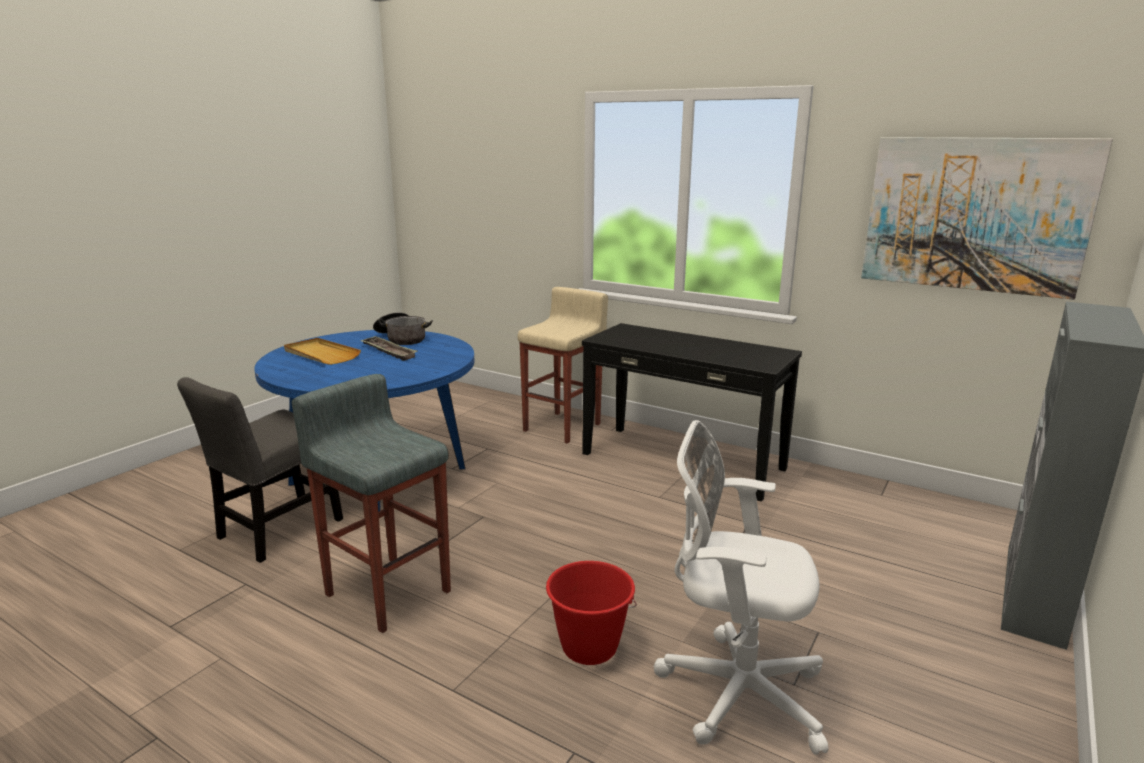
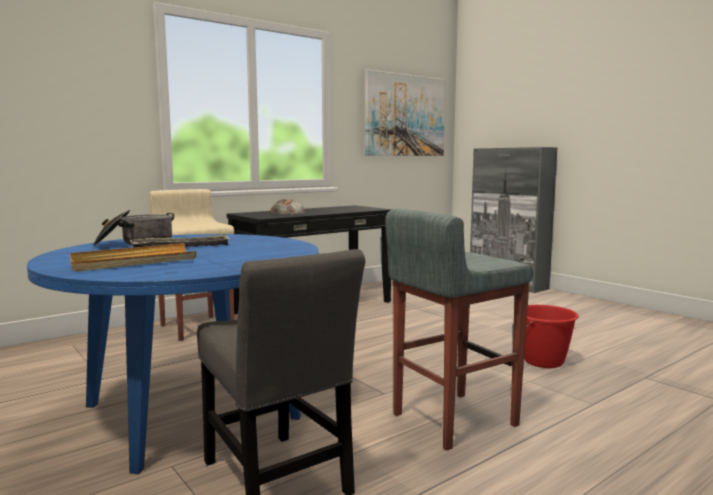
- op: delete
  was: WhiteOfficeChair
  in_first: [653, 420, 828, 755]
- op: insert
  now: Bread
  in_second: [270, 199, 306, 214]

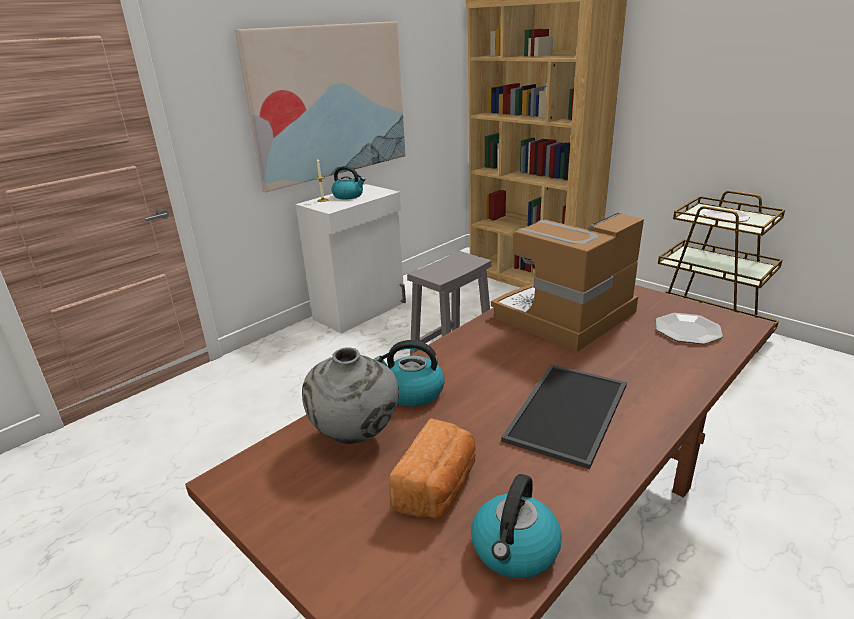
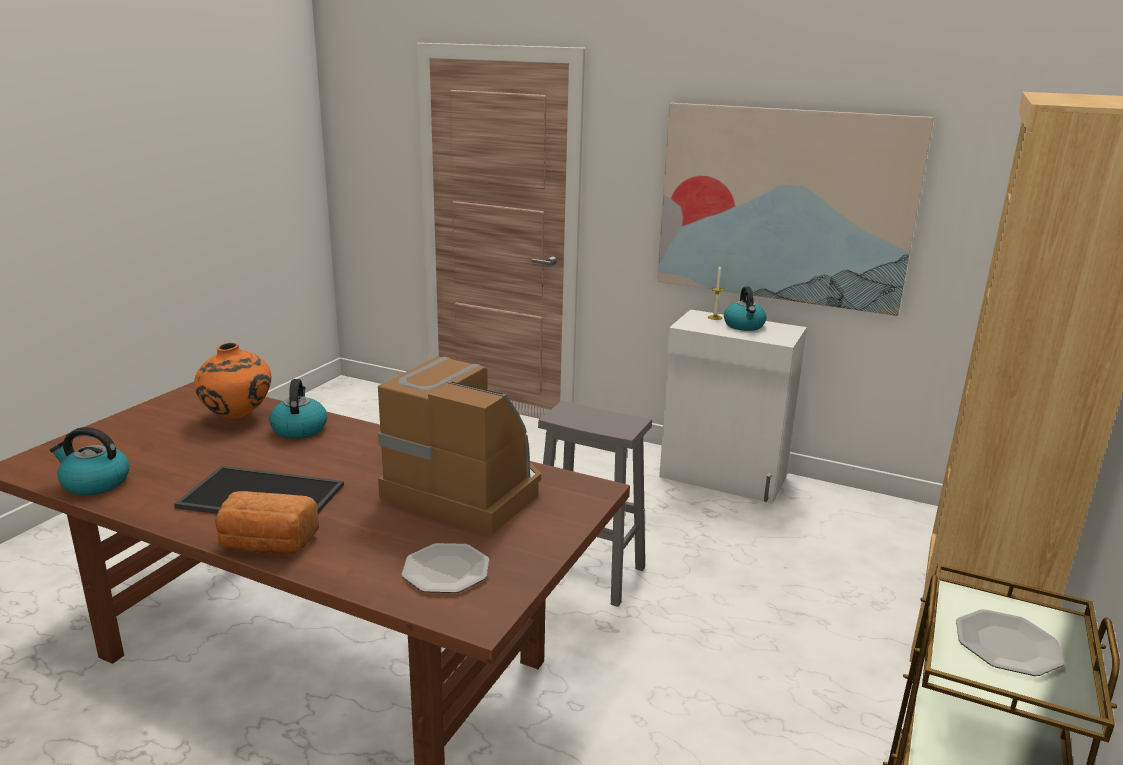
- op: recolor
  was: GreyVase
  now: OrangeVase
  in_first: [302, 347, 399, 444]
  in_second: [194, 343, 272, 419]
- op: move
  was: Bread
  in_first: [389, 418, 476, 519]
  in_second: [215, 491, 319, 554]

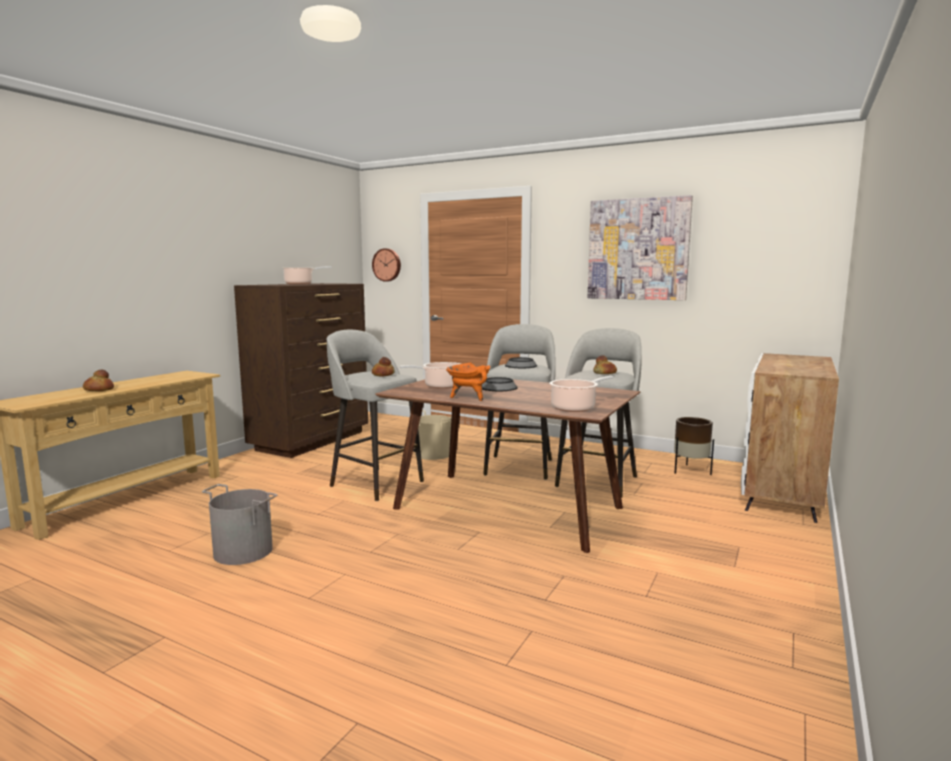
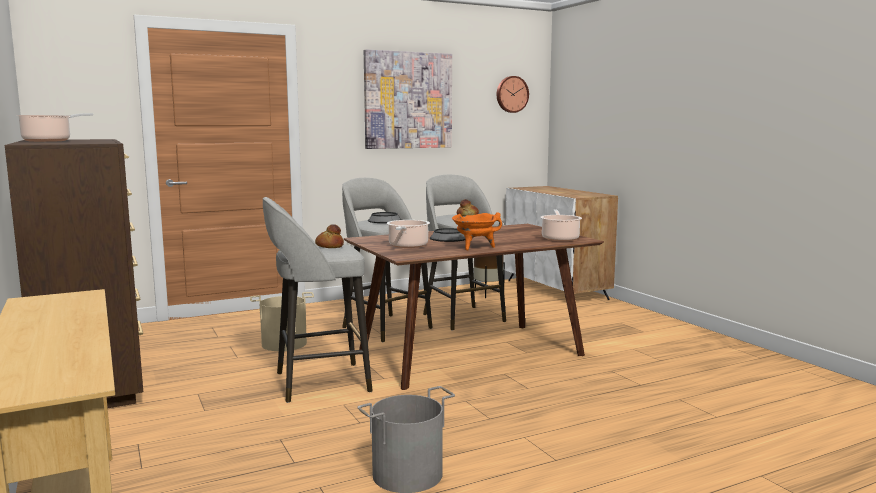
- op: move
  was: WallClock
  in_first: [372, 248, 401, 282]
  in_second: [497, 76, 529, 113]
- op: delete
  was: Bread
  in_first: [83, 370, 114, 391]

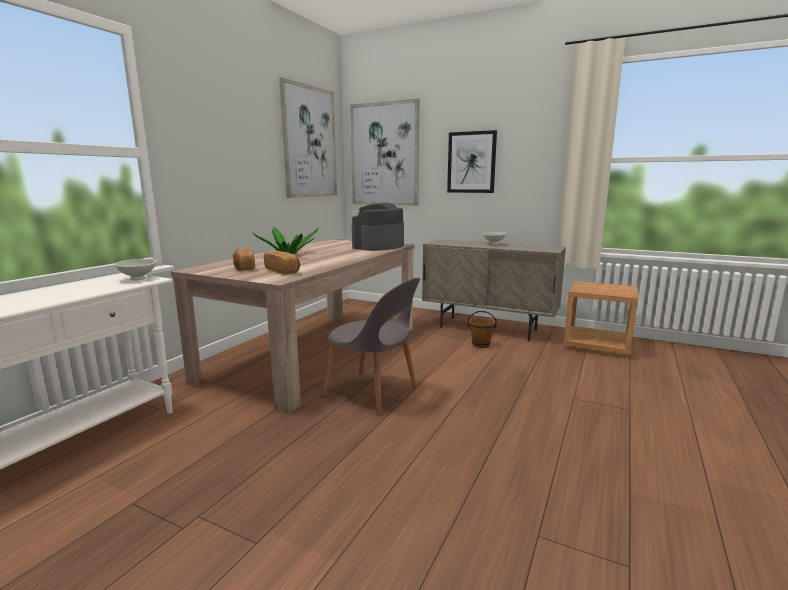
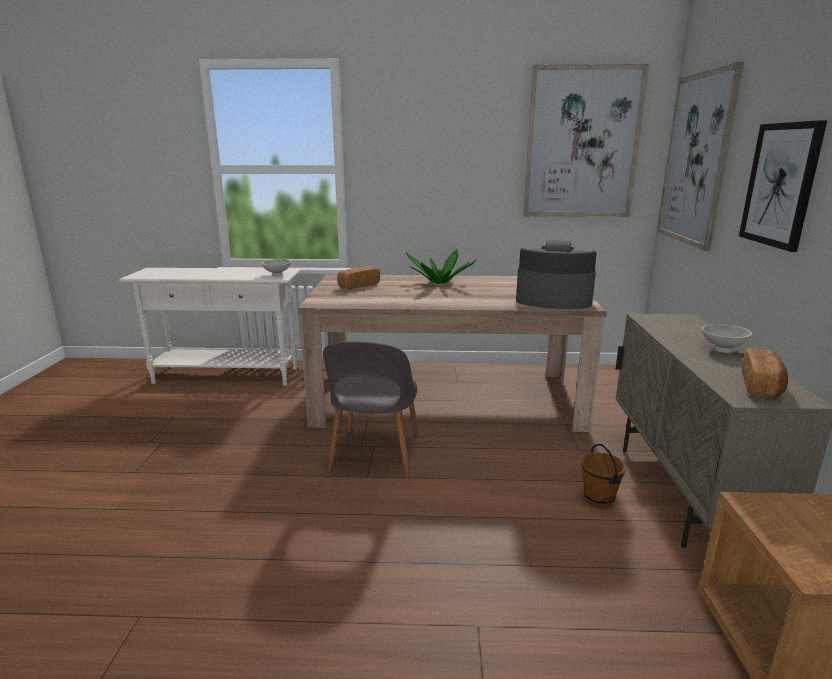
- op: move
  was: Bread
  in_first: [264, 251, 300, 275]
  in_second: [742, 348, 788, 399]

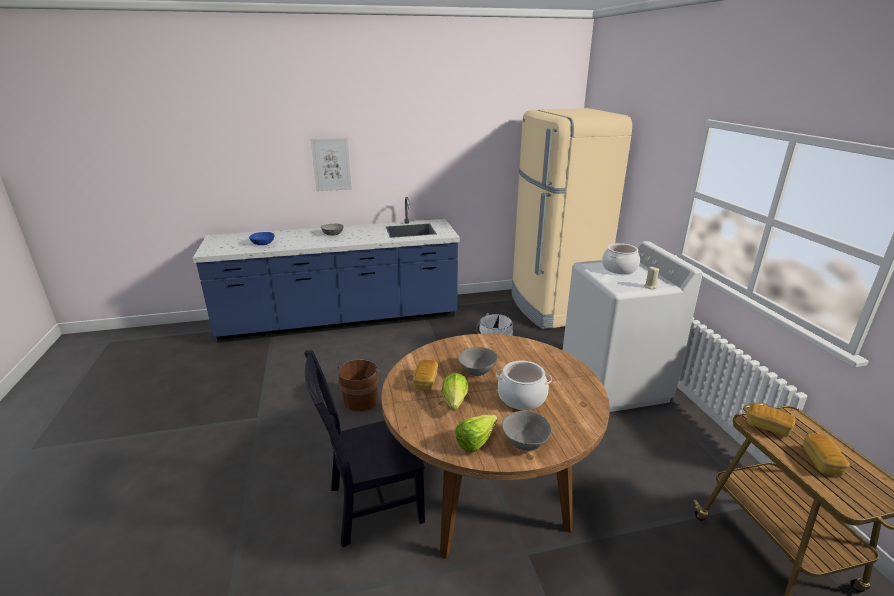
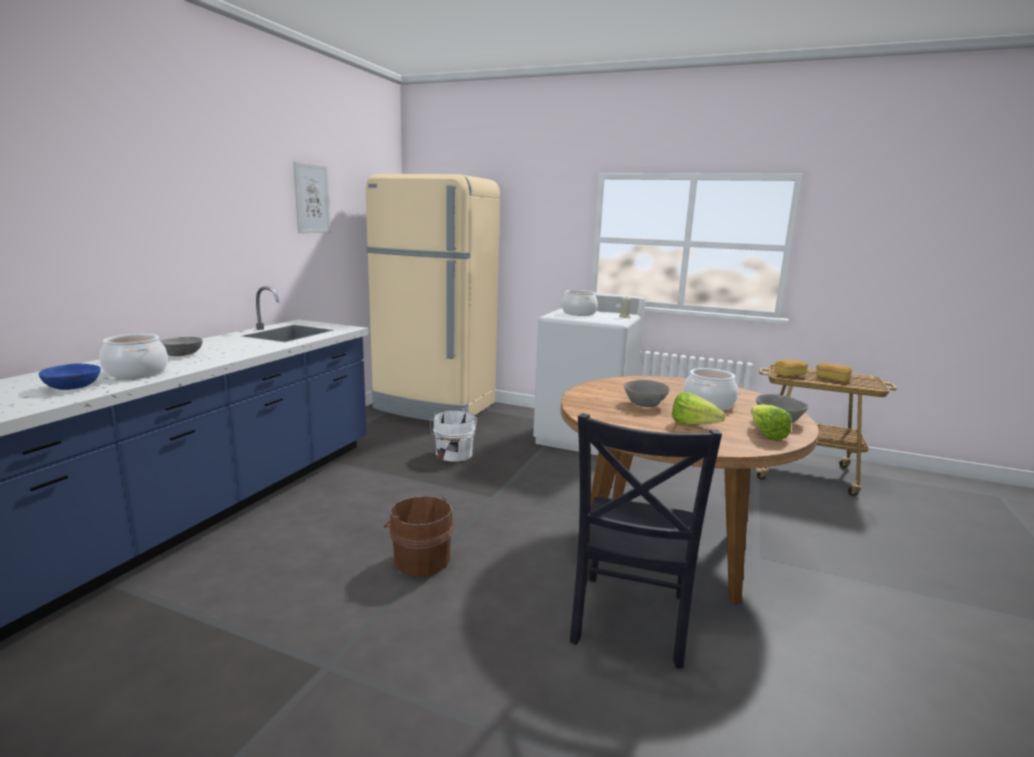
- op: move
  was: Picture
  in_first: [311, 138, 352, 191]
  in_second: [293, 161, 331, 233]
- op: delete
  was: Bread
  in_first: [413, 360, 438, 391]
- op: insert
  now: CookingPot
  in_second: [99, 334, 168, 378]

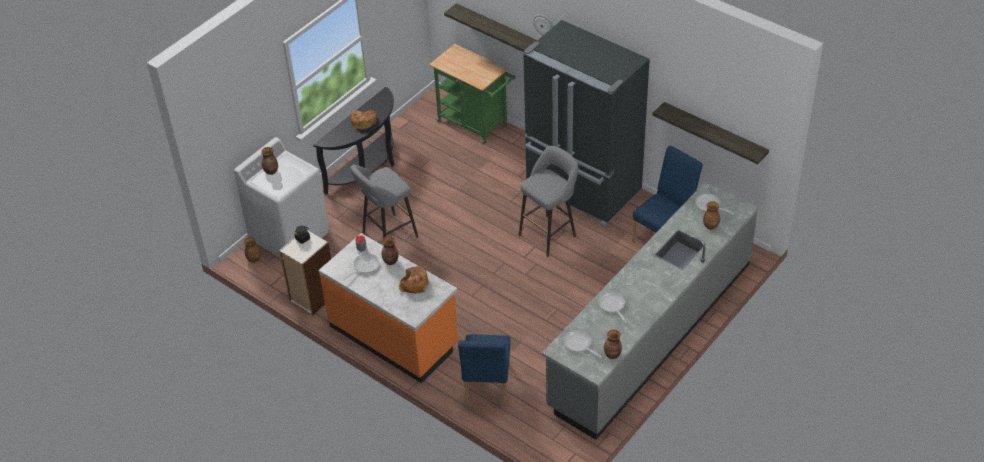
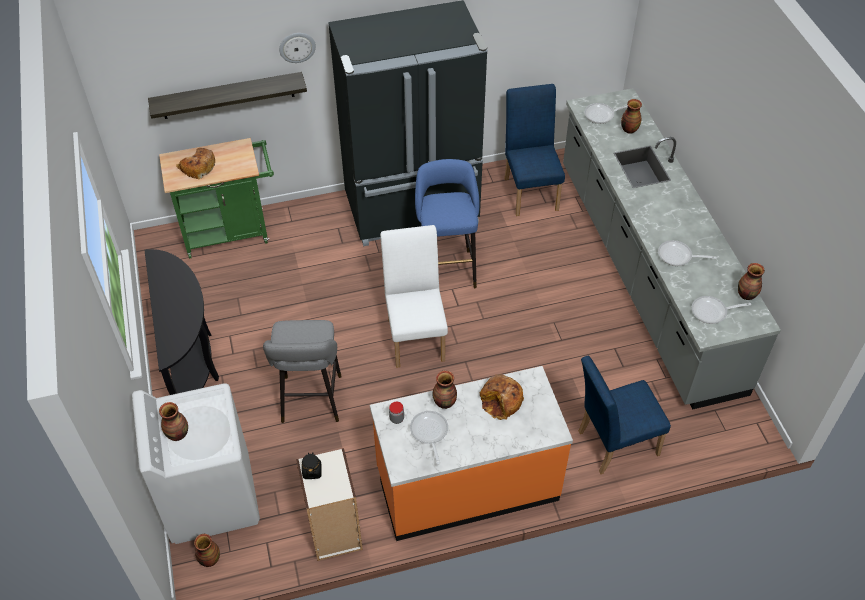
- op: delete
  was: Shelf
  in_first: [653, 102, 769, 164]
- op: move
  was: Bread
  in_first: [351, 110, 377, 129]
  in_second: [176, 148, 215, 179]
- op: recolor
  was: GreyStool
  now: BlueStool
  in_first: [519, 146, 579, 257]
  in_second: [415, 159, 479, 288]
- op: rotate
  was: BlueChair
  in_first: [458, 334, 510, 404]
  in_second: [579, 356, 671, 474]
  clockwise: 120
- op: insert
  now: WhiteChair
  in_second: [380, 225, 448, 368]

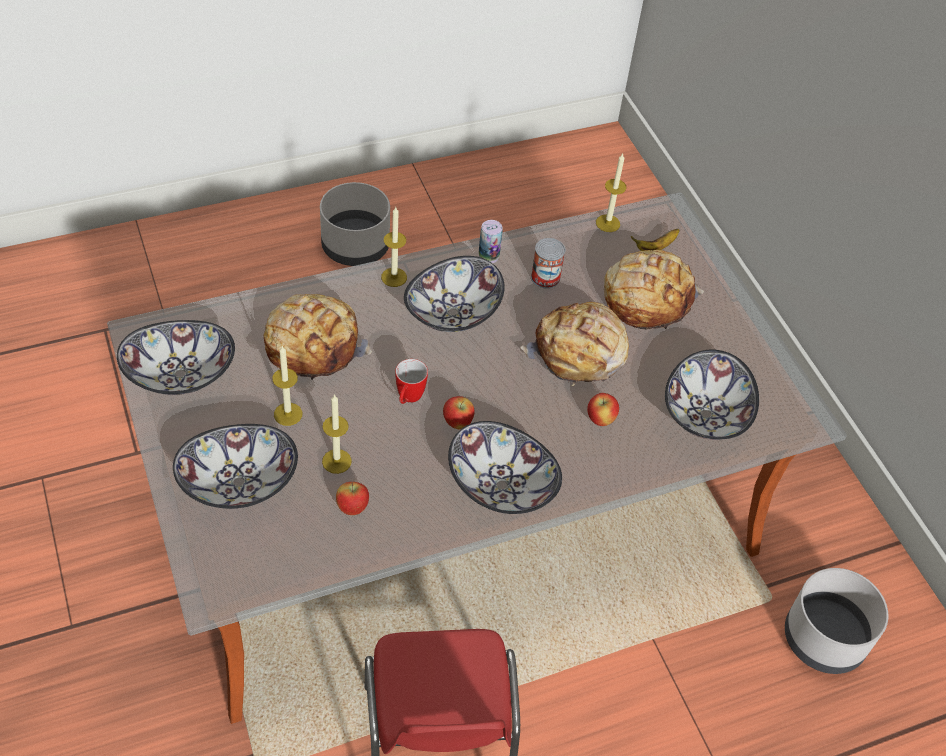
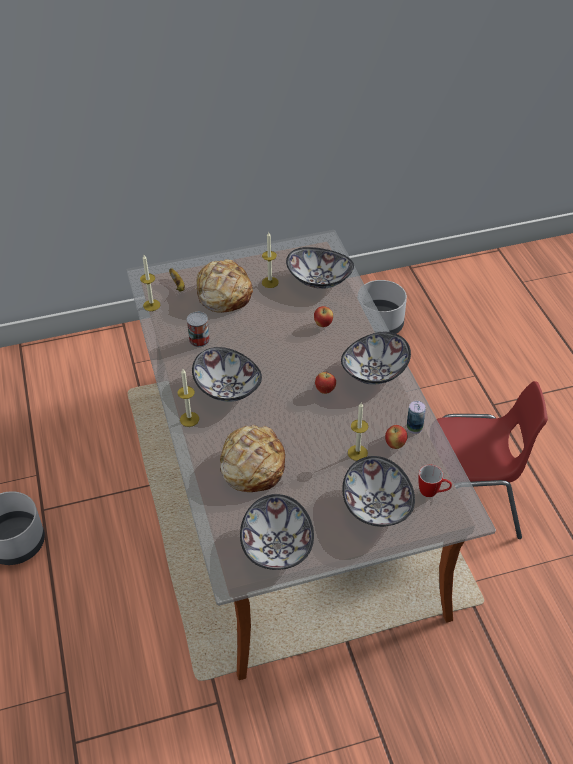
- op: move
  was: Can
  in_first: [479, 220, 503, 263]
  in_second: [407, 401, 426, 434]
- op: delete
  was: Bread
  in_first: [520, 302, 629, 386]
- op: move
  was: Candle
  in_first: [272, 346, 302, 426]
  in_second: [262, 231, 279, 288]
- op: move
  was: Mug
  in_first: [395, 359, 428, 404]
  in_second: [419, 465, 452, 497]

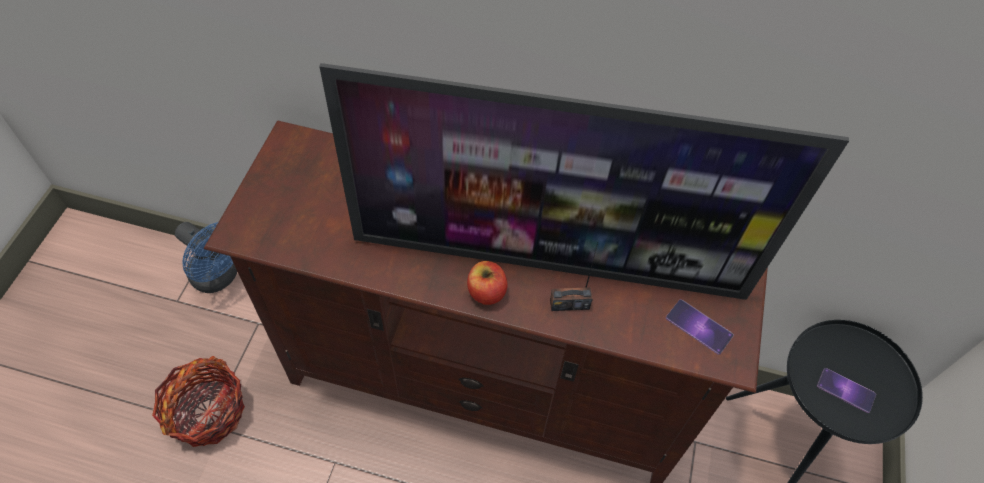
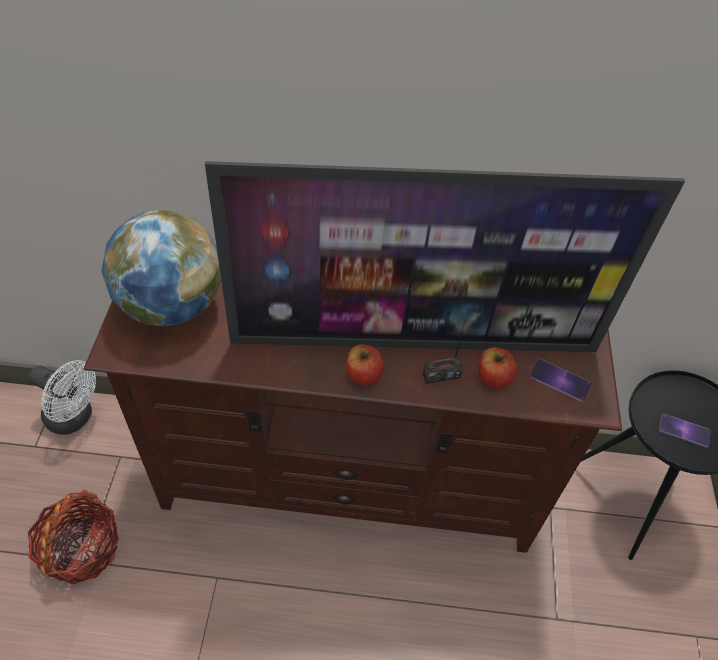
- op: recolor
  was: BlueFan
  now: WhiteFan
  in_first: [175, 222, 237, 293]
  in_second: [29, 360, 96, 435]
- op: insert
  now: Globe
  in_second: [101, 210, 221, 326]
- op: insert
  now: Apple
  in_second: [478, 347, 517, 388]

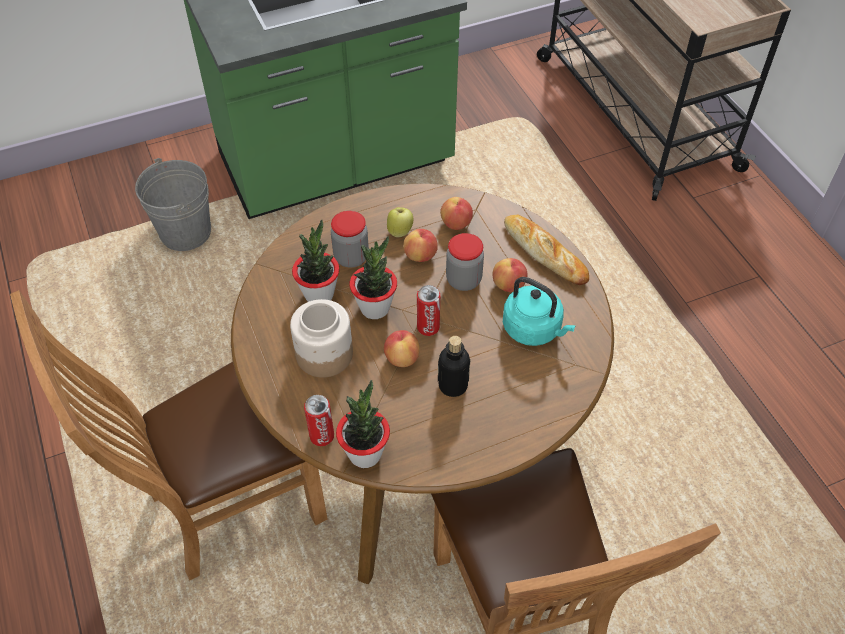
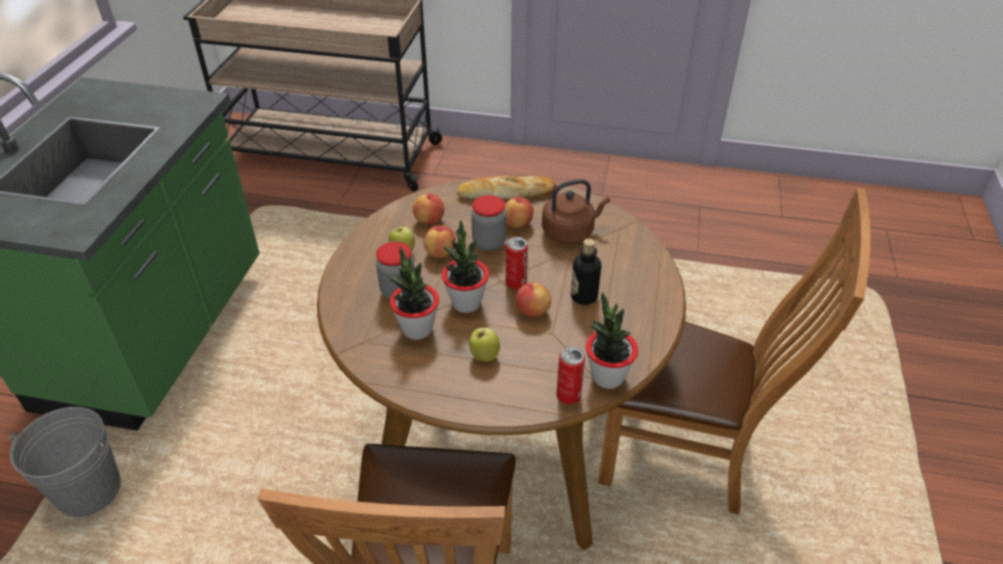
- op: recolor
  was: TurquoiseKettle
  now: BrownKettle
  in_first: [503, 277, 576, 346]
  in_second: [542, 179, 610, 244]
- op: replace
  was: Jar
  now: Apple
  in_first: [290, 299, 353, 378]
  in_second: [469, 327, 500, 361]

